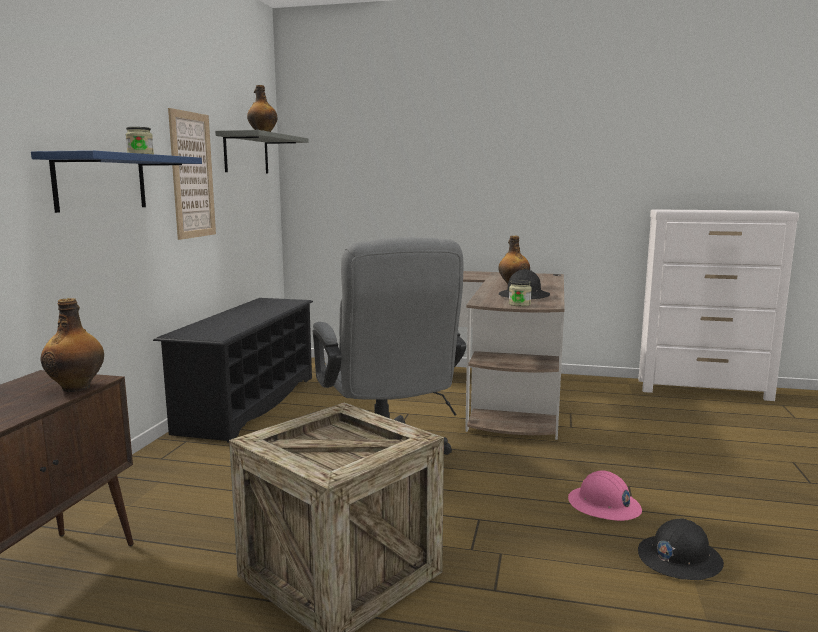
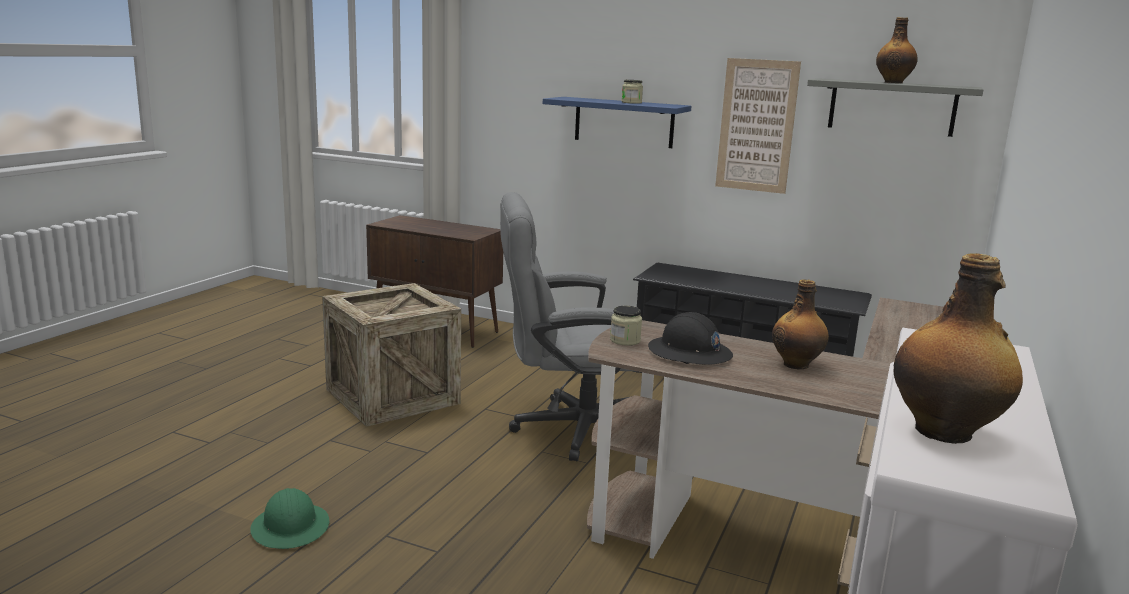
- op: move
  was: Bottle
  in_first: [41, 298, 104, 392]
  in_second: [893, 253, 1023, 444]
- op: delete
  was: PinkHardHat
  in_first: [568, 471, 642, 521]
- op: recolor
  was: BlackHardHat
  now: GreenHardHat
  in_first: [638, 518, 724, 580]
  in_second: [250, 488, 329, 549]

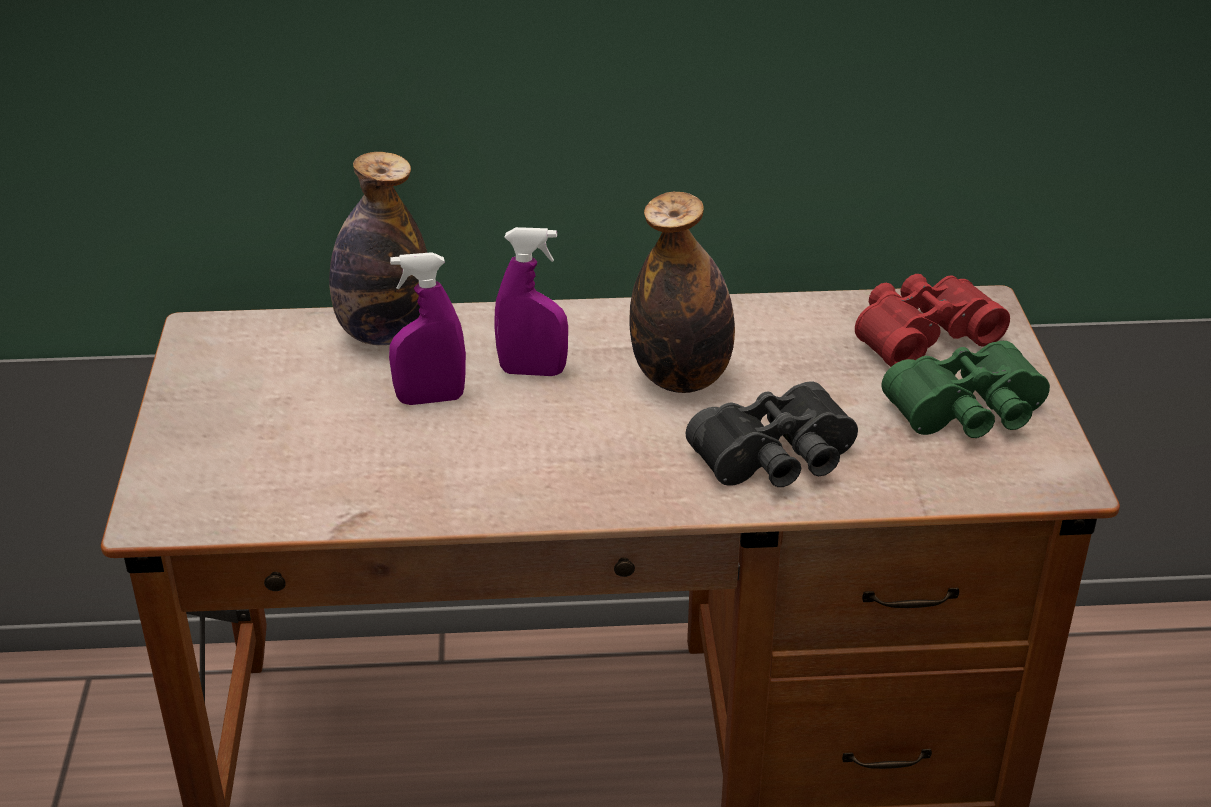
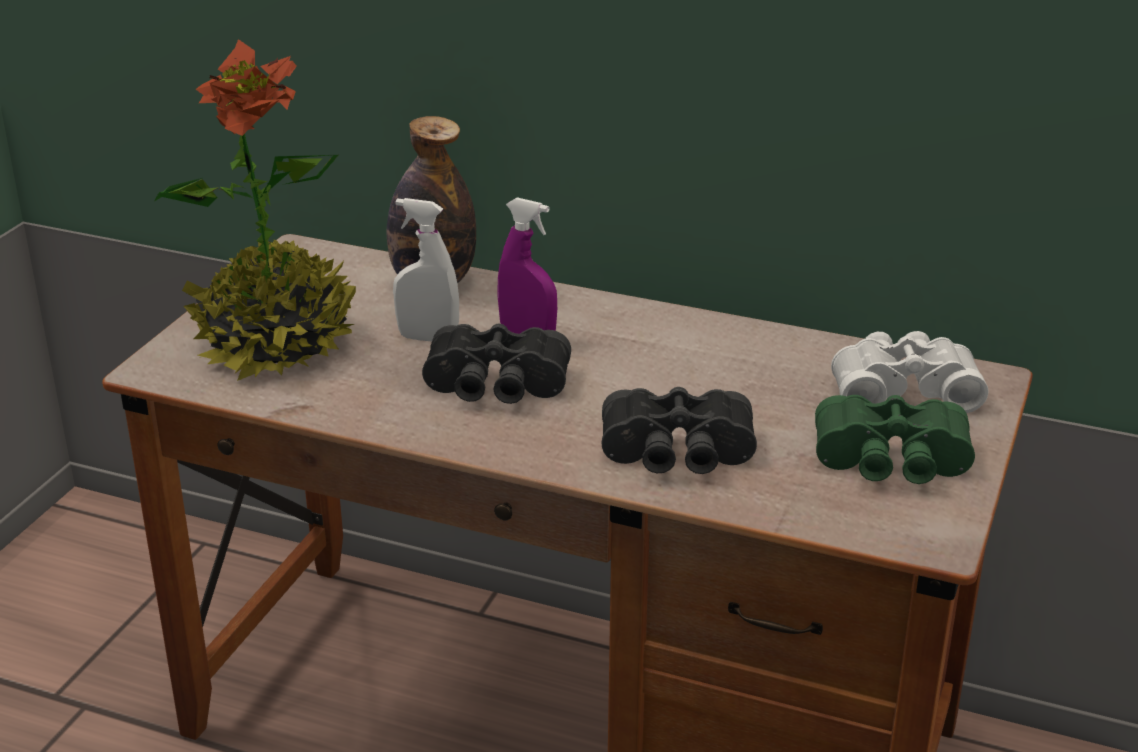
- op: delete
  was: Bottle
  in_first: [630, 192, 735, 393]
- op: recolor
  was: PurpleSprayBottle
  now: WhiteSprayBottle
  in_first: [389, 252, 466, 405]
  in_second: [393, 198, 459, 342]
- op: recolor
  was: RedBinoculars
  now: WhiteBinoculars
  in_first: [855, 274, 1010, 367]
  in_second: [831, 331, 988, 413]
- op: insert
  now: PottedPlant
  in_second: [155, 39, 356, 381]
- op: insert
  now: BlackBinoculars
  in_second: [422, 323, 571, 404]

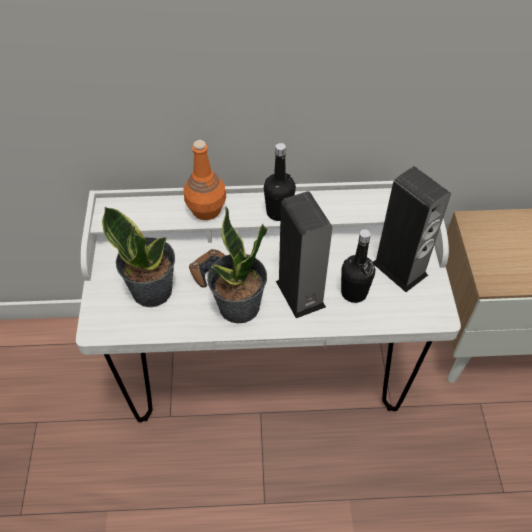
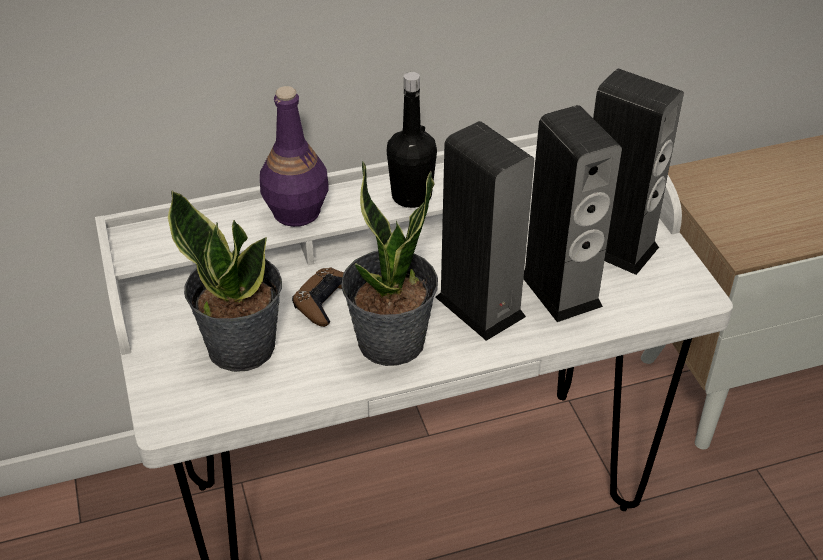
- op: recolor
  was: OrangeBottle
  now: PurpleBottle
  in_first: [184, 140, 226, 220]
  in_second: [260, 86, 328, 227]
- op: replace
  was: BlackBottle
  now: Speaker
  in_first: [341, 229, 375, 303]
  in_second: [523, 105, 622, 322]

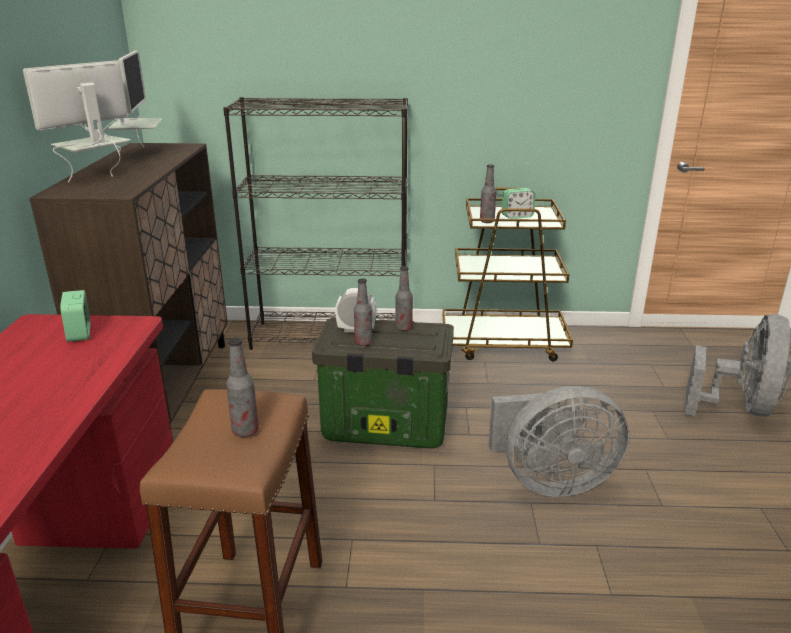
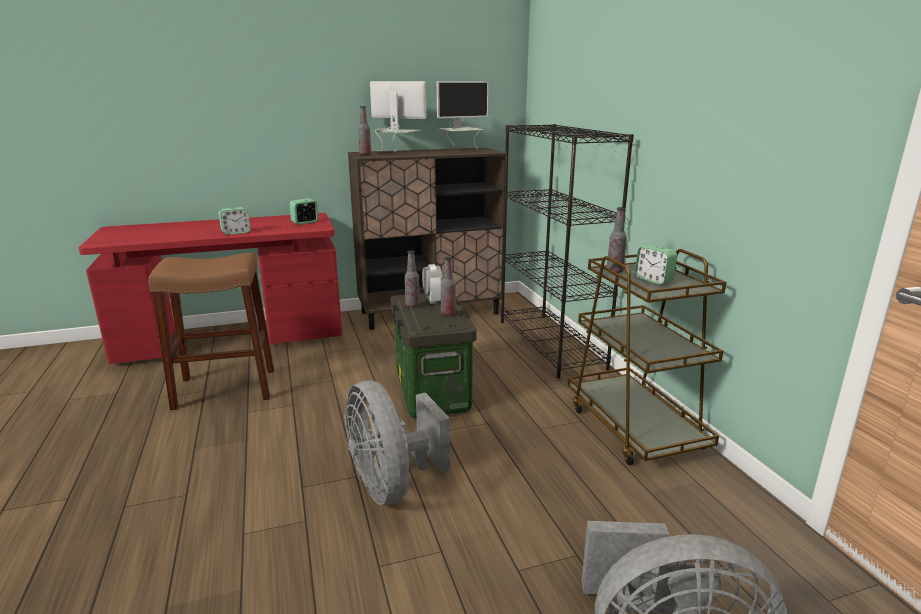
- op: move
  was: Bottle
  in_first: [226, 338, 259, 437]
  in_second: [358, 106, 371, 155]
- op: insert
  now: AlarmClock
  in_second: [219, 207, 251, 235]

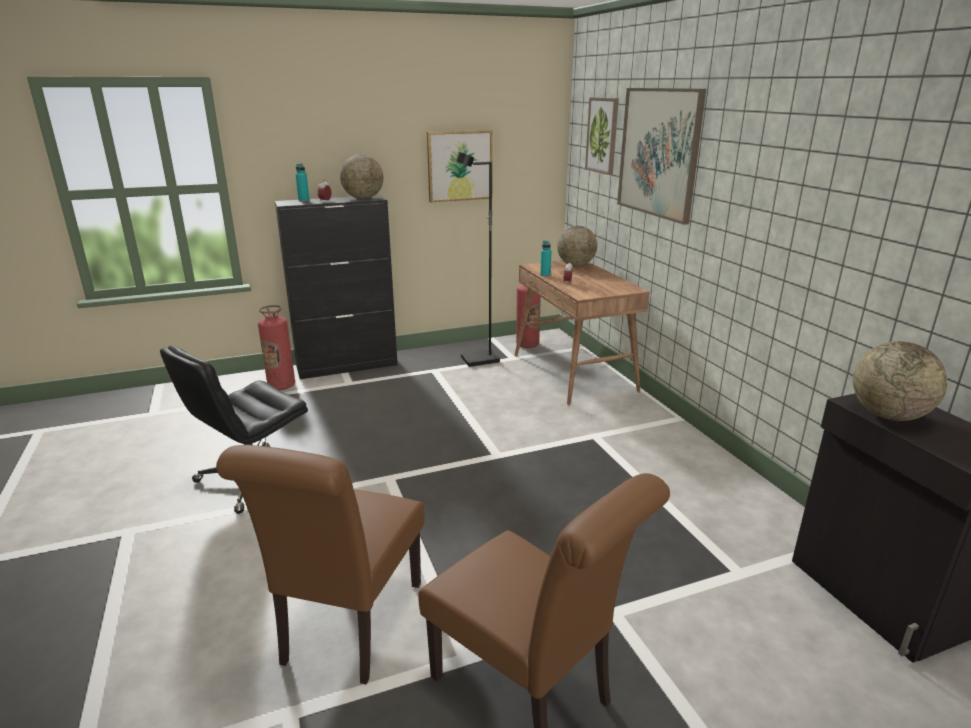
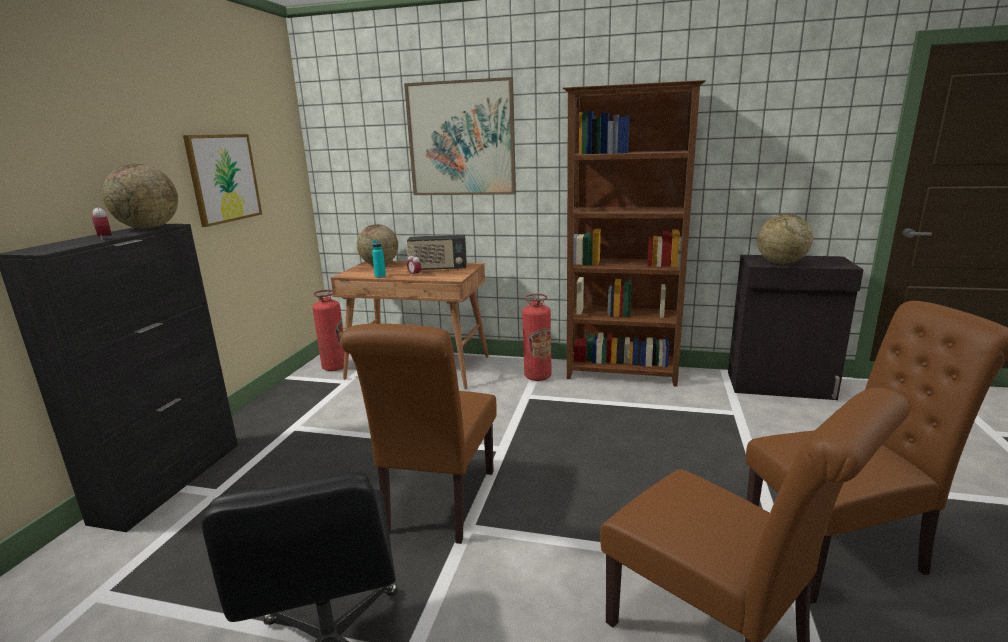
- op: delete
  was: Picture
  in_first: [585, 97, 619, 175]
- op: delete
  was: BlackFloorLamp
  in_first: [456, 152, 500, 367]
- op: delete
  was: TurquoiseBottle
  in_first: [296, 163, 309, 202]
- op: move
  was: FireExtinguisher
  in_first: [258, 305, 295, 390]
  in_second: [522, 293, 552, 381]
- op: insert
  now: BrownBookcase
  in_second: [563, 80, 706, 387]
- op: insert
  now: Radio
  in_second: [407, 235, 467, 270]
- op: insert
  now: BrownChair
  in_second: [341, 324, 497, 544]

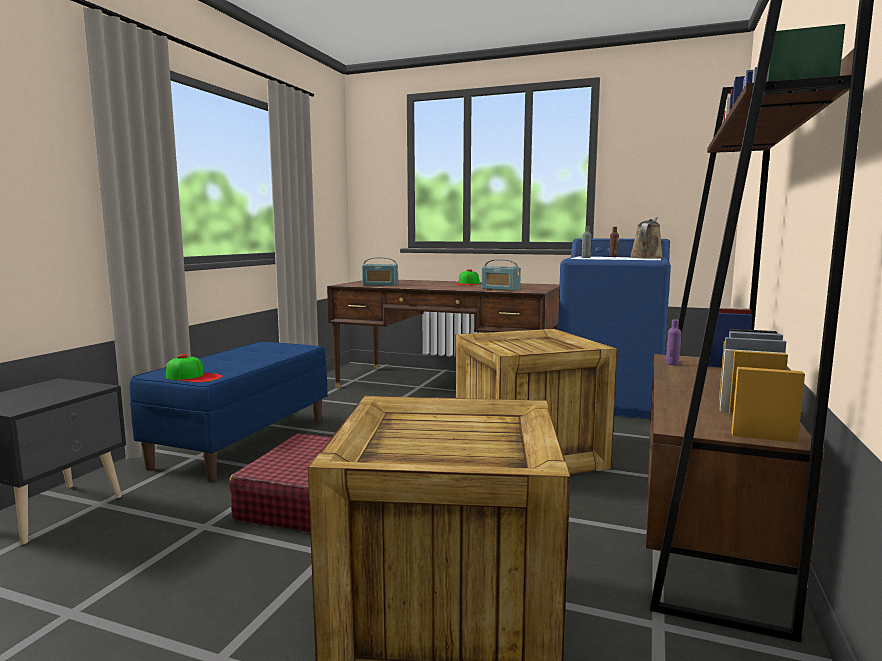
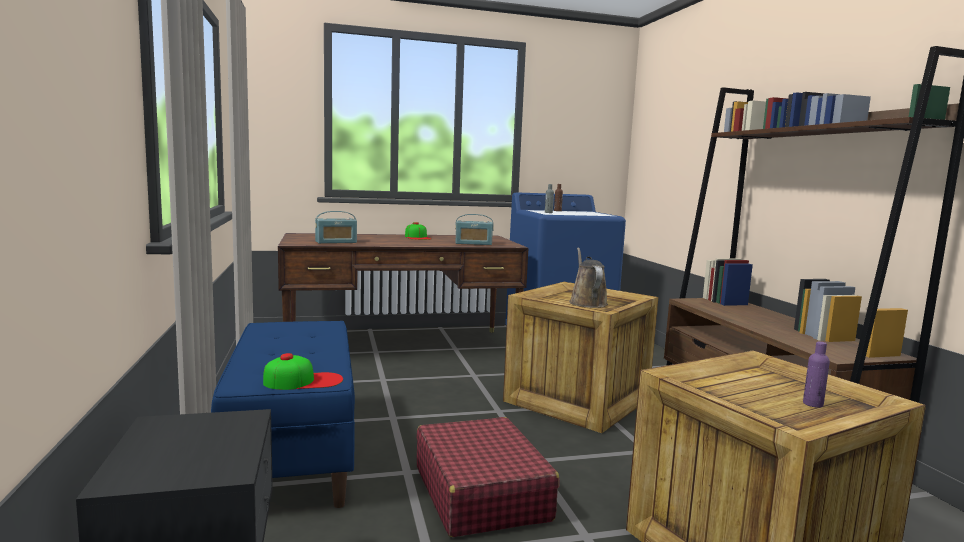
- op: move
  was: BrownWateringCan
  in_first: [629, 217, 663, 259]
  in_second: [569, 248, 608, 308]
- op: move
  was: PurpleBottle
  in_first: [666, 319, 681, 365]
  in_second: [803, 341, 830, 408]

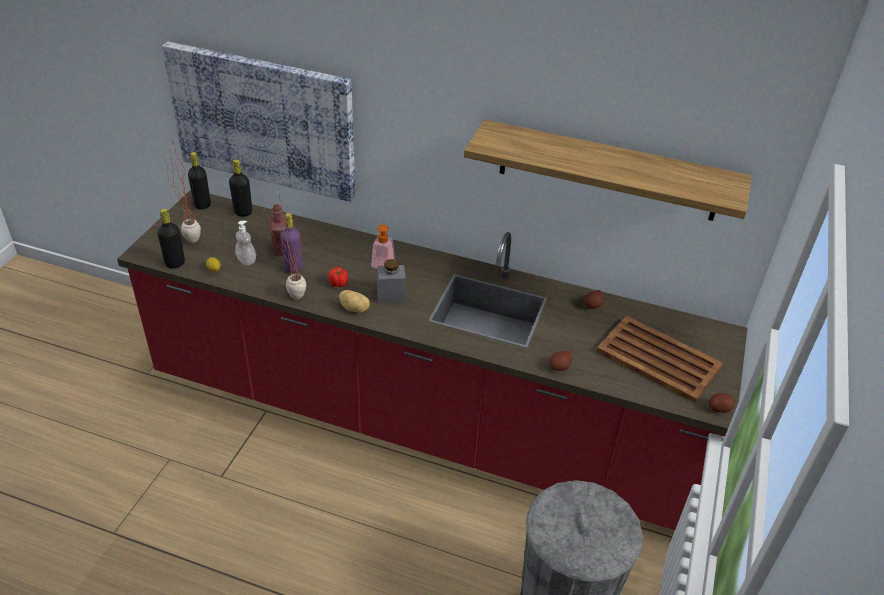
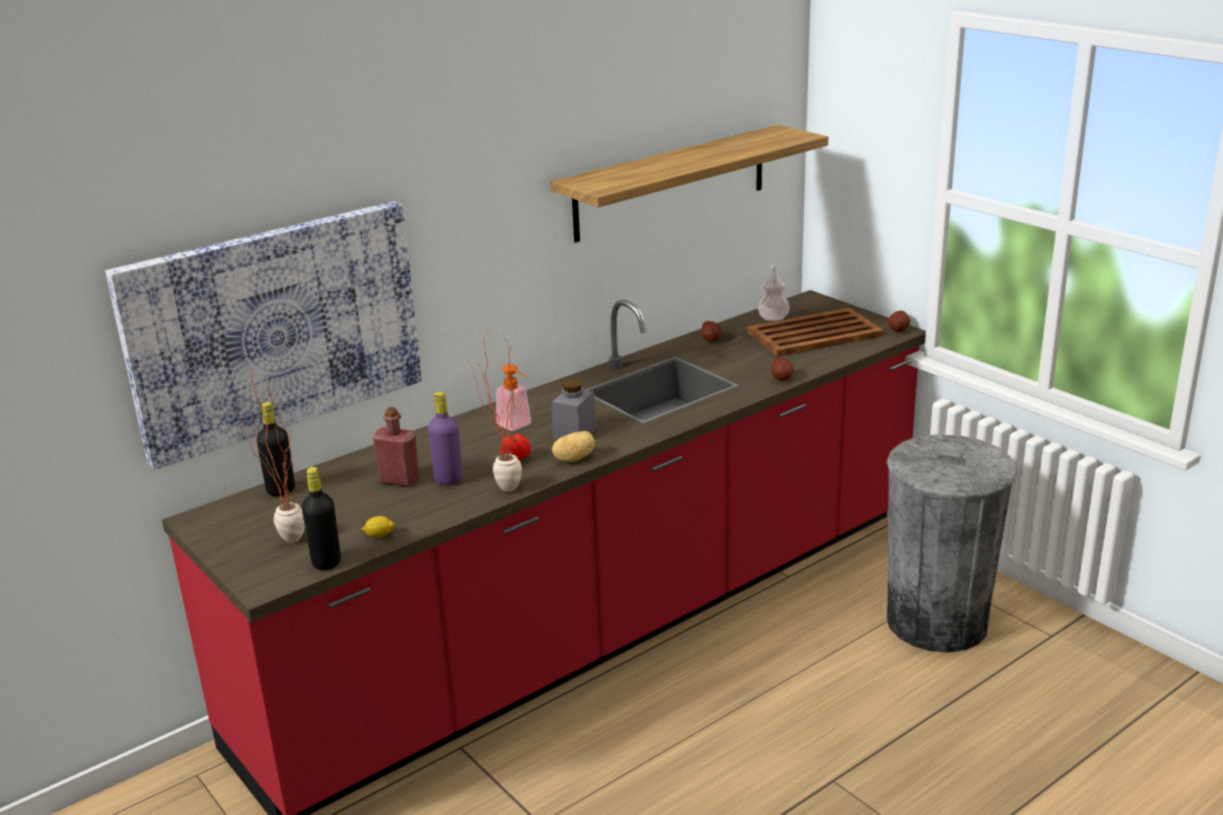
- op: delete
  was: BlackBottle
  in_first: [188, 152, 211, 210]
- op: move
  was: SoapDispenser
  in_first: [235, 221, 256, 265]
  in_second: [758, 265, 790, 321]

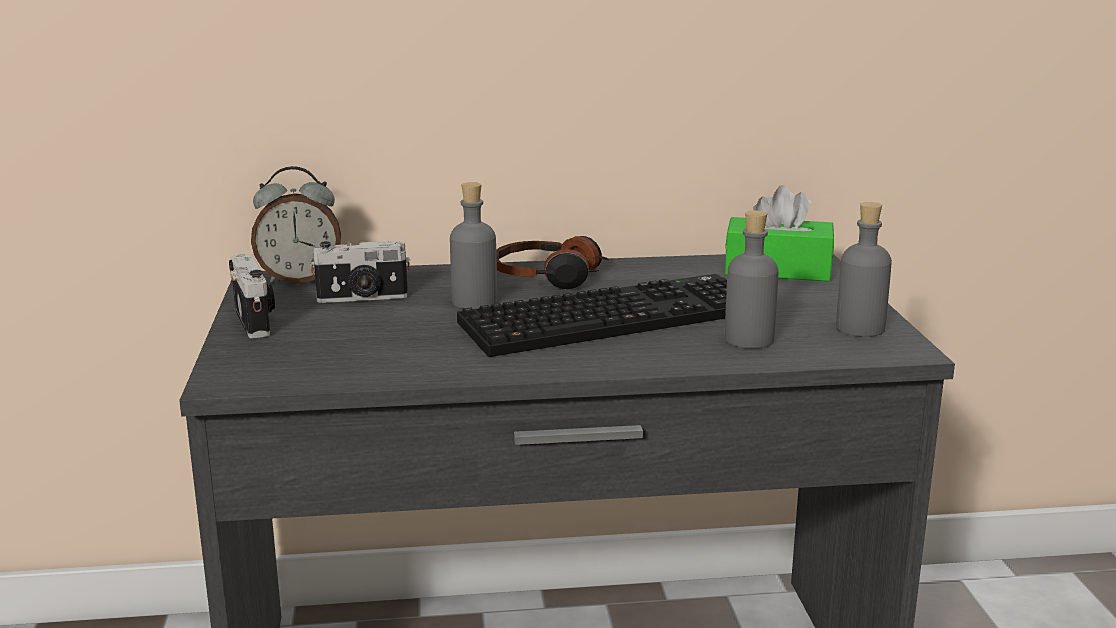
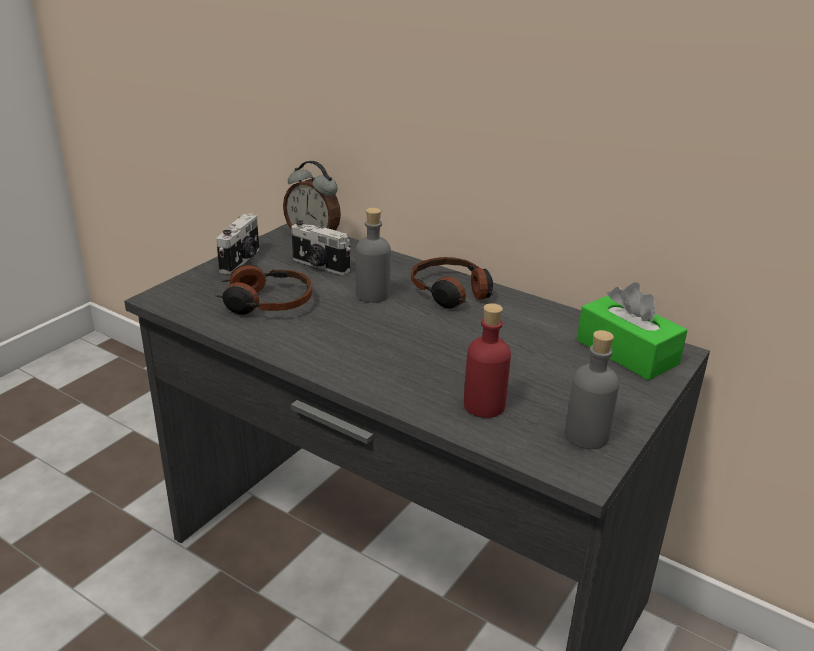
- op: recolor
  was: GreyBottle
  now: RedBottle
  in_first: [725, 210, 779, 349]
  in_second: [464, 303, 511, 418]
- op: delete
  was: Keyboard
  in_first: [457, 274, 727, 357]
- op: insert
  now: Headphones
  in_second: [215, 264, 312, 315]

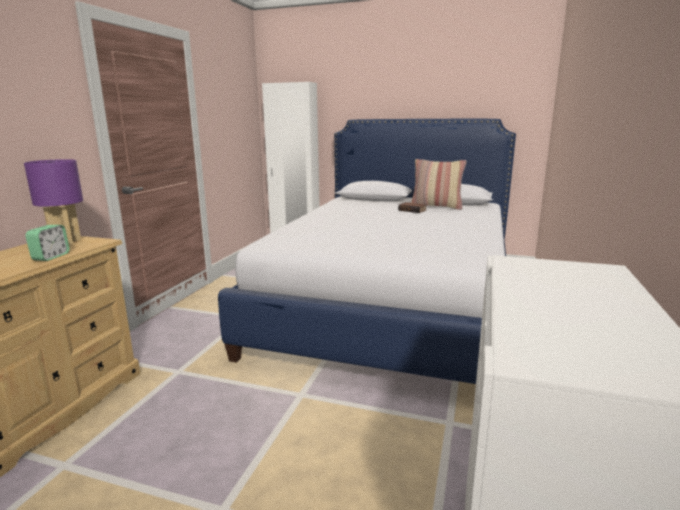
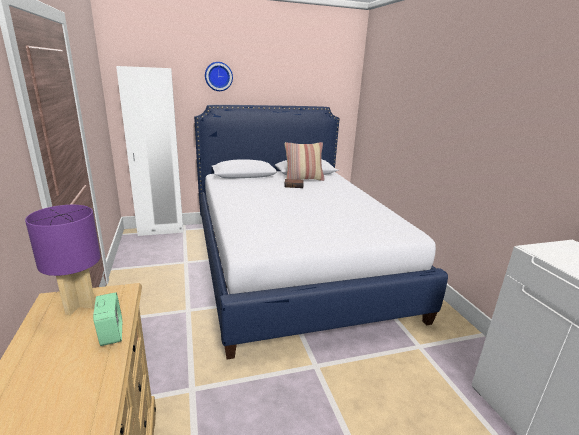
- op: insert
  now: WallClock
  in_second: [205, 62, 233, 91]

